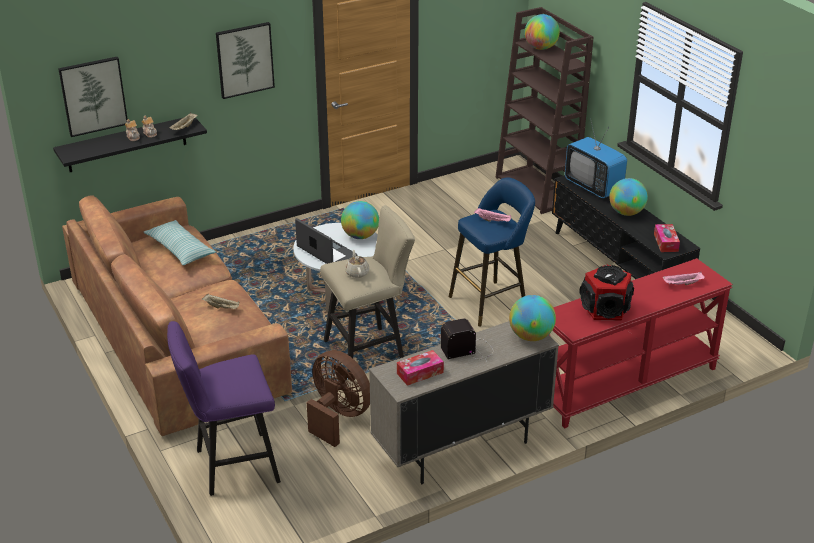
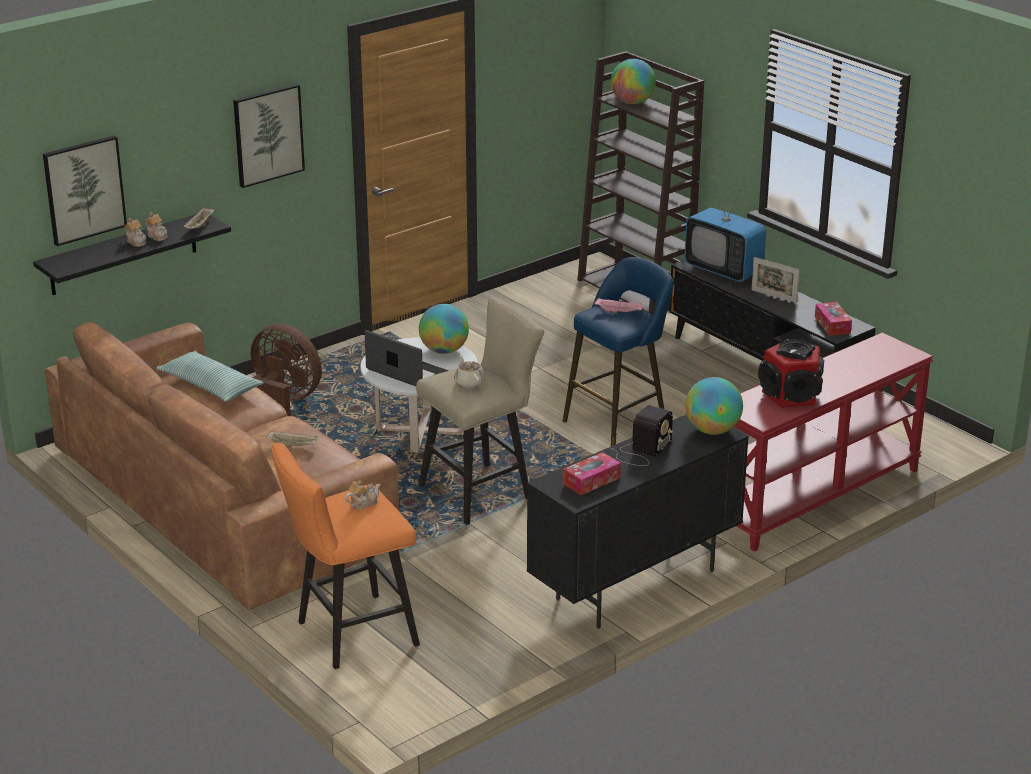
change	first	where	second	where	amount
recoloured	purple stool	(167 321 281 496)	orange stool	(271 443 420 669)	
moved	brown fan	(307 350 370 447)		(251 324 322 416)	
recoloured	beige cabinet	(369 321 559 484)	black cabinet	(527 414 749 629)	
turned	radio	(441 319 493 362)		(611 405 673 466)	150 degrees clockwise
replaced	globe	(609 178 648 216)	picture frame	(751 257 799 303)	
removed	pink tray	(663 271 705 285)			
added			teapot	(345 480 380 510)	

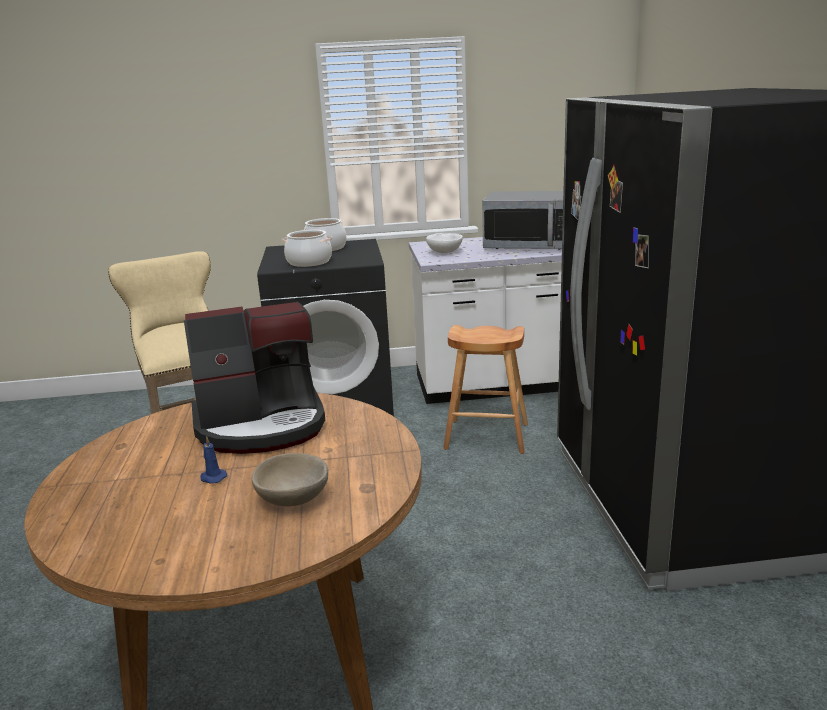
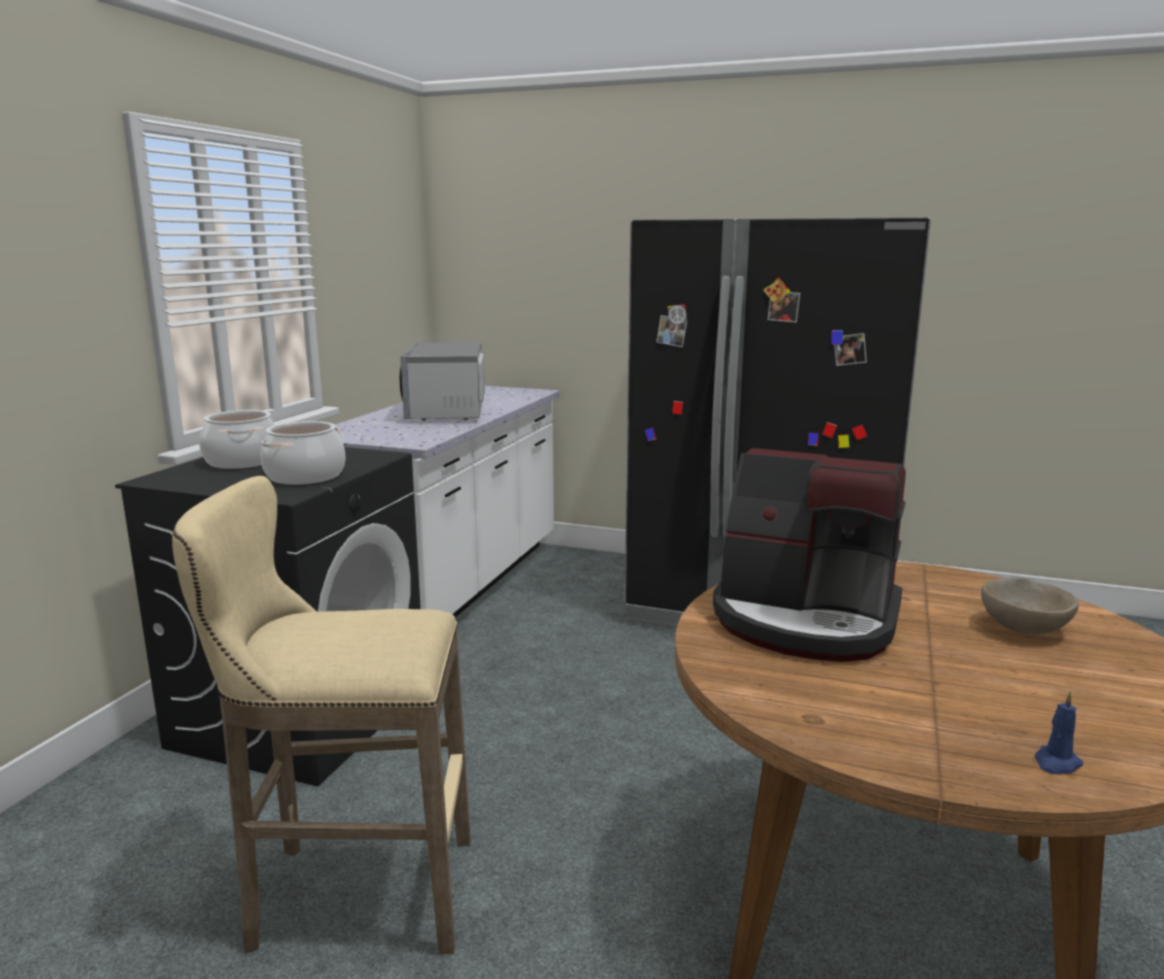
change	first	where	second	where	amount
turned	coffee machine	(184 302 325 454)		(713 448 906 662)	105 degrees clockwise
moved	blue candle	(200 436 227 484)		(1035 692 1084 774)	
removed	white bowl	(426 233 463 253)			
removed	brown stool	(443 325 528 454)			
turned	microwave	(482 191 563 250)		(400 342 485 421)	135 degrees clockwise

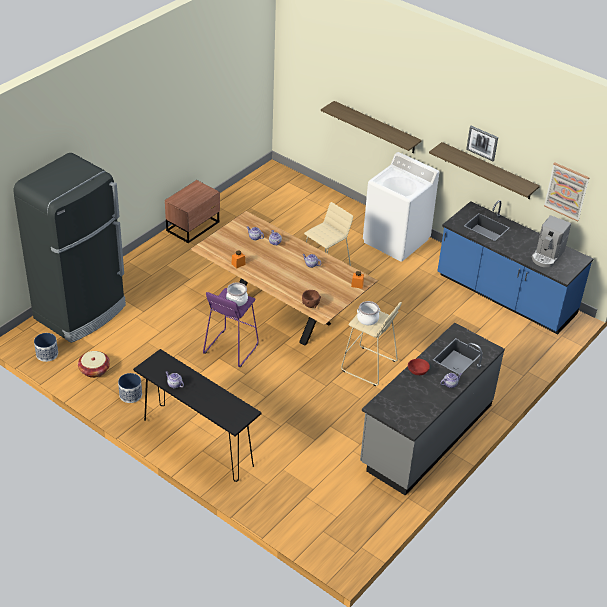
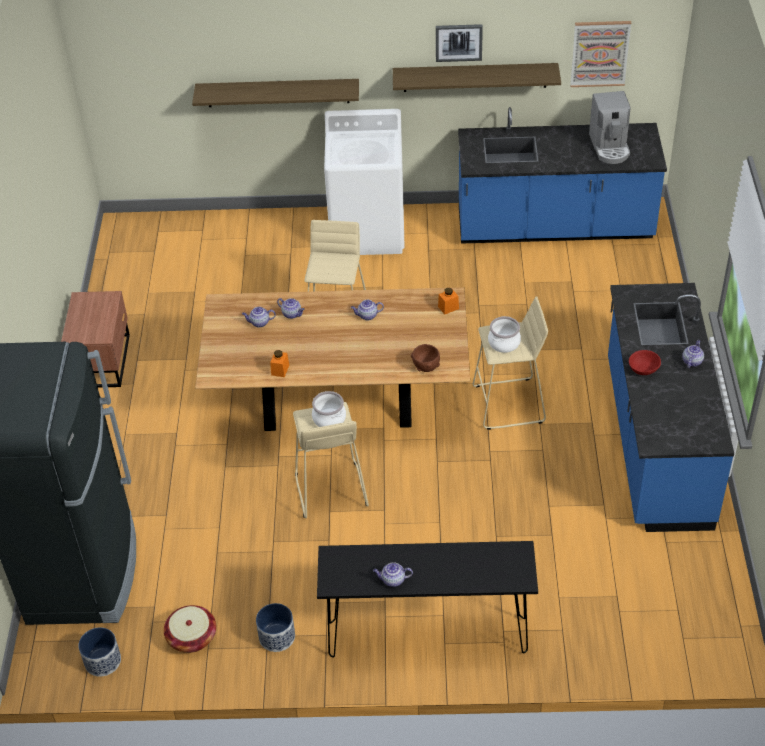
change	first	where	second	where	amount
recoloured	purple stool	(203 288 259 367)	beige stool	(293 402 369 518)	
recoloured	grey counter	(360 322 505 496)	blue counter	(608 283 734 532)	

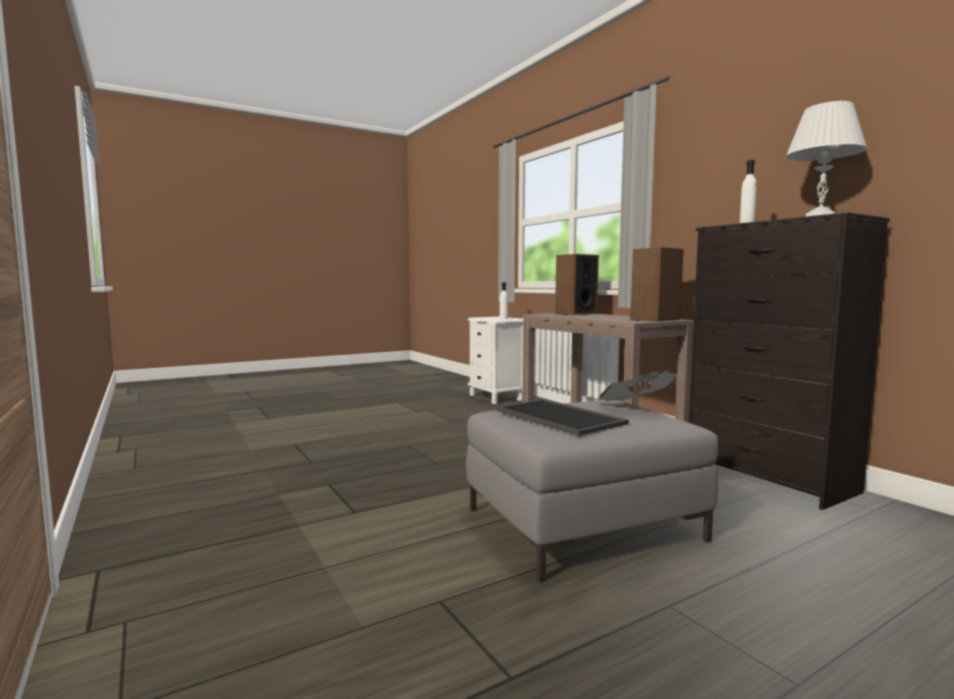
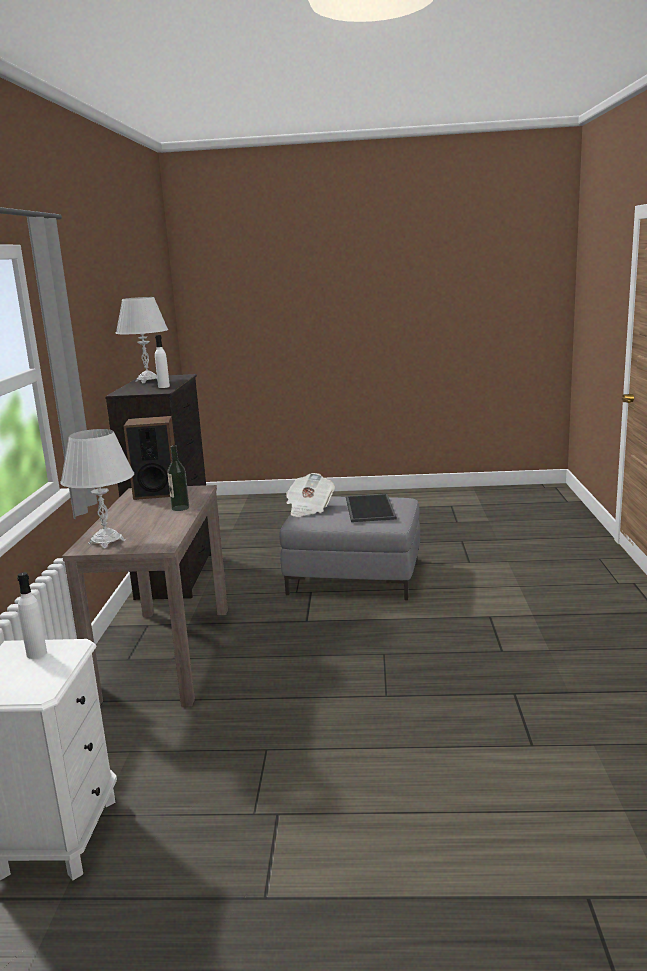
change	first	where	second	where	amount
replaced	speaker	(555 254 599 315)	white table lamp	(60 429 134 549)	
added			bottle	(167 445 189 511)	

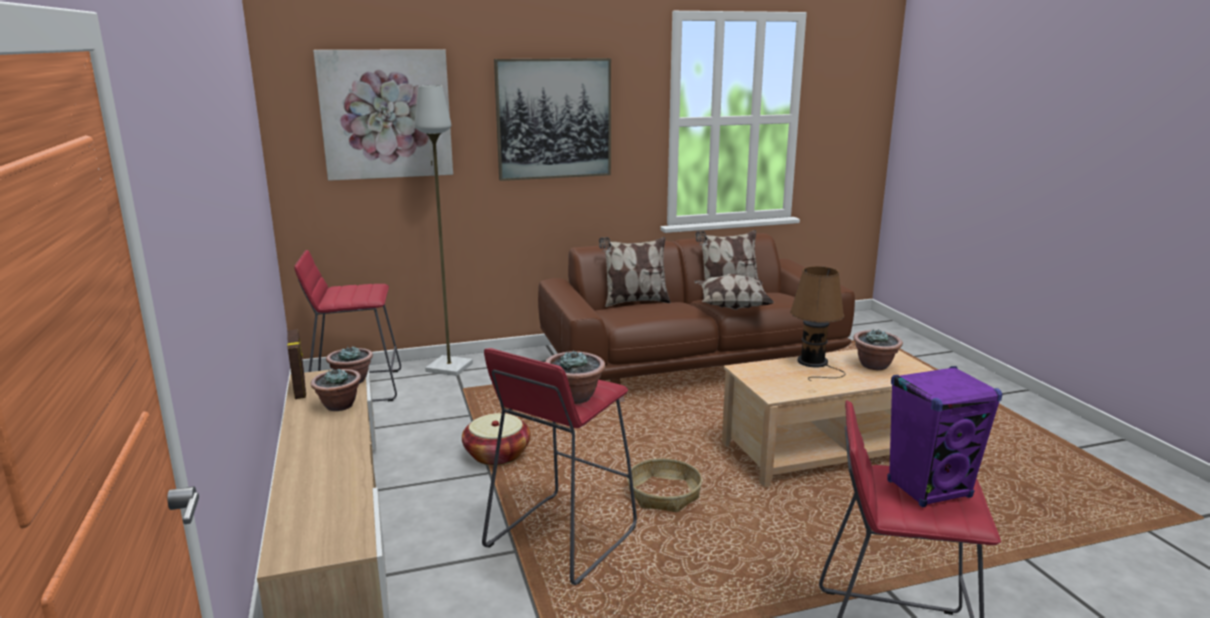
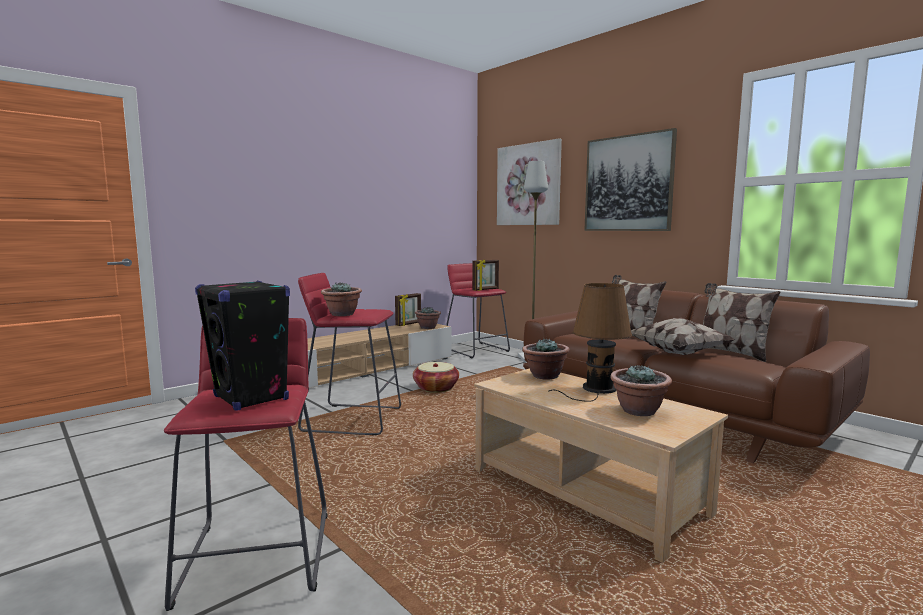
change	first	where	second	where	amount
moved	potted plant	(311 368 361 411)		(522 338 570 379)	
removed	basket	(627 458 702 512)			
recoloured	purple speaker	(887 366 1003 507)	black speaker	(195 281 290 411)	
added			picture frame	(472 259 499 291)	

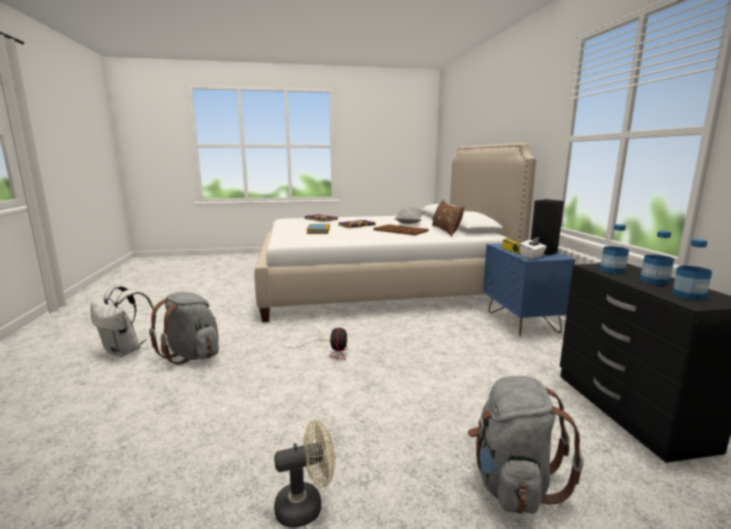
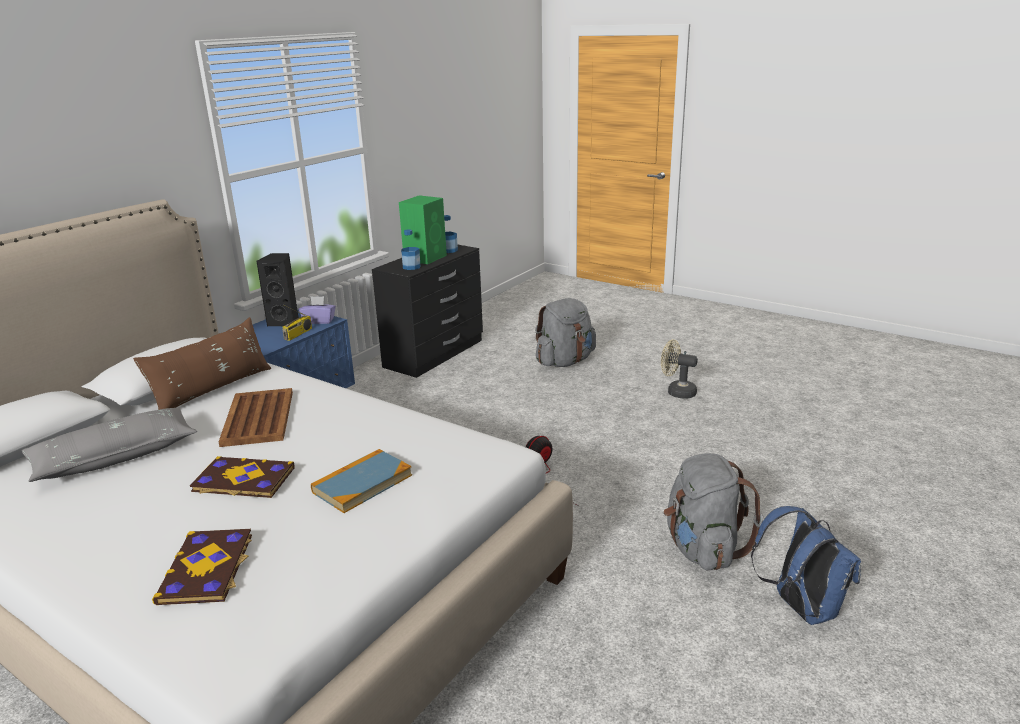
change	first	where	second	where	amount
recoloured	white backpack	(91 286 156 357)	blue backpack	(751 506 861 625)	
recoloured	white tissue box	(520 237 547 259)	purple tissue box	(299 296 336 324)	
replaced	bottle	(640 231 674 285)	green speaker	(399 195 447 264)	

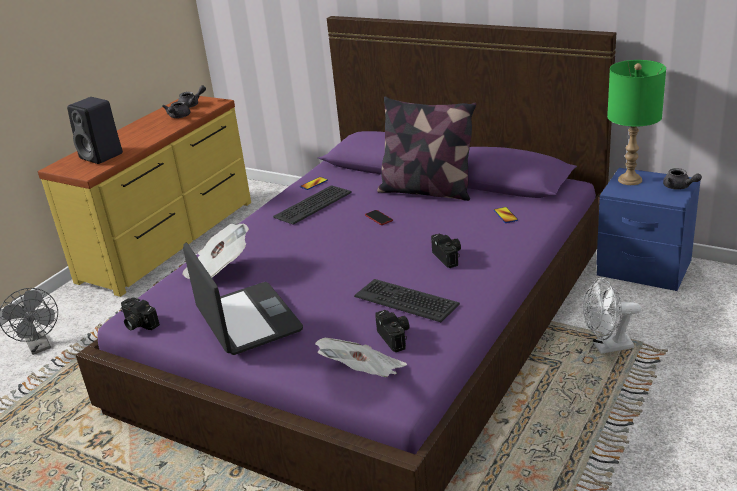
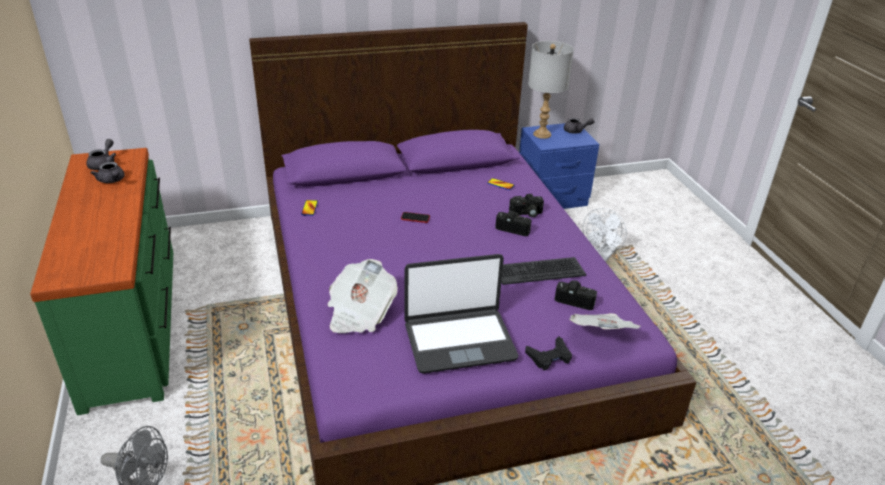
change	first	where	second	where	amount
recoloured	yellow dresser	(38 96 251 297)	green dresser	(30 148 173 415)	
removed	black speaker	(67 97 123 164)			
moved	photo camera	(121 297 160 330)		(509 194 544 218)	
turned	laptop	(183 243 303 355)		(405 254 518 373)	150 degrees clockwise
removed	keyboard	(273 185 352 225)			
removed	pillow	(377 96 476 201)			
recoloured	green table lamp	(607 60 666 185)	grey table lamp	(528 41 574 139)	
added			black game controller	(525 337 572 370)	

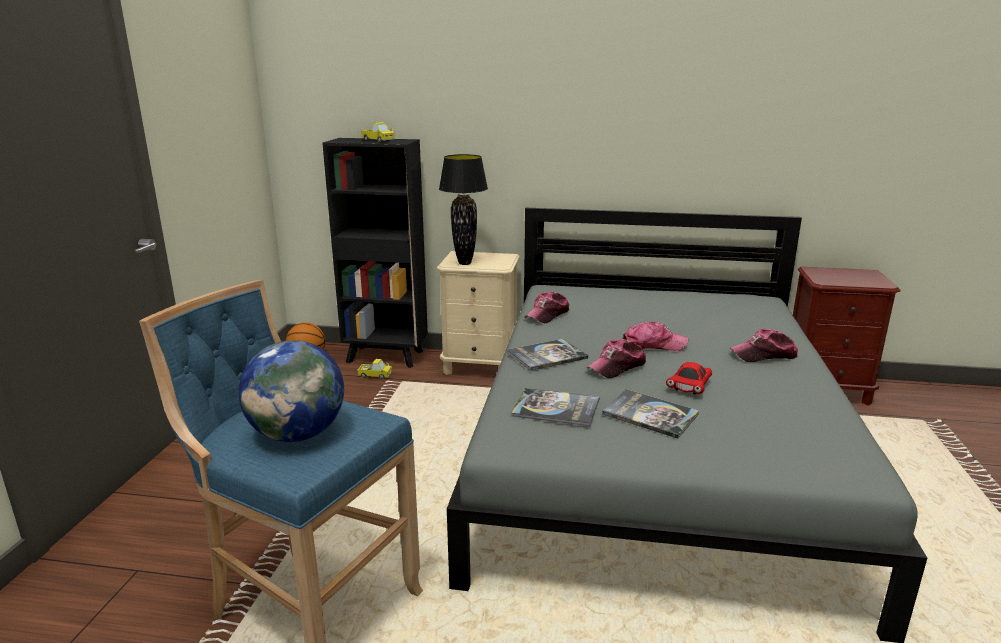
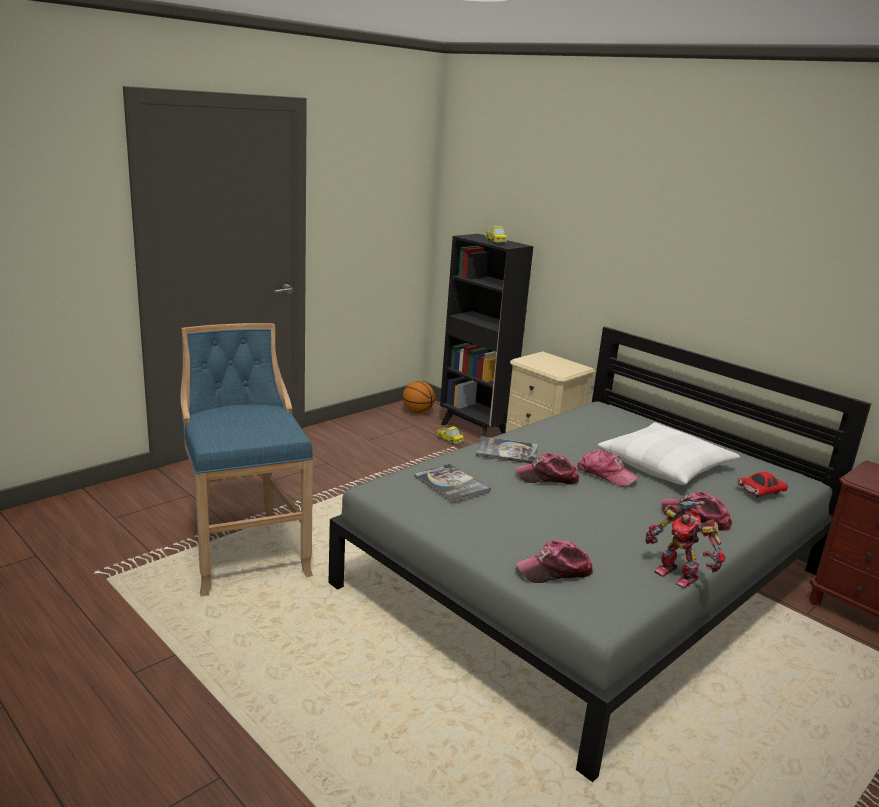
change	first	where	second	where	amount
removed	globe	(239 340 344 442)			
removed	black table lamp	(439 154 488 265)			
moved	cap	(525 291 569 323)		(516 540 593 583)	
removed	book	(602 389 699 439)			
moved	red toy car	(666 362 712 395)		(737 472 788 497)	
added			white pillow	(598 423 740 485)	
added			toy robot	(645 501 725 588)	

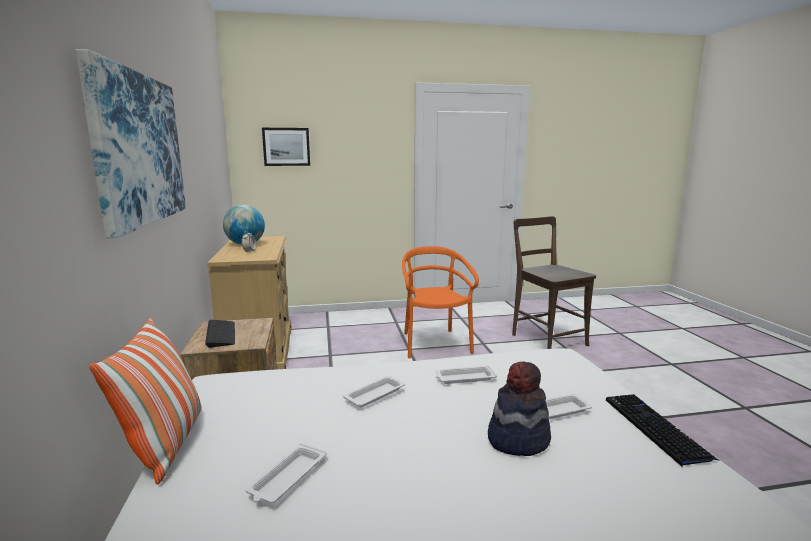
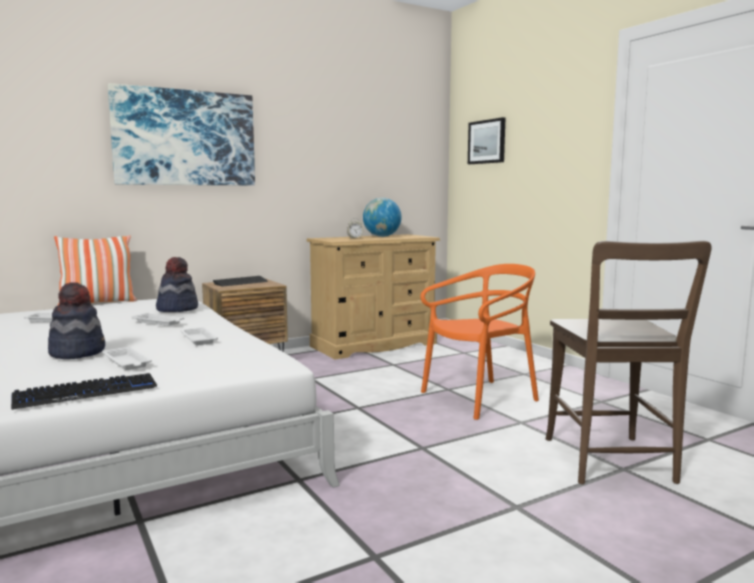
change	first	where	second	where	amount
turned	brown chair	(512 216 596 349)		(546 241 712 484)	135 degrees clockwise
added			hat	(156 257 198 312)	

